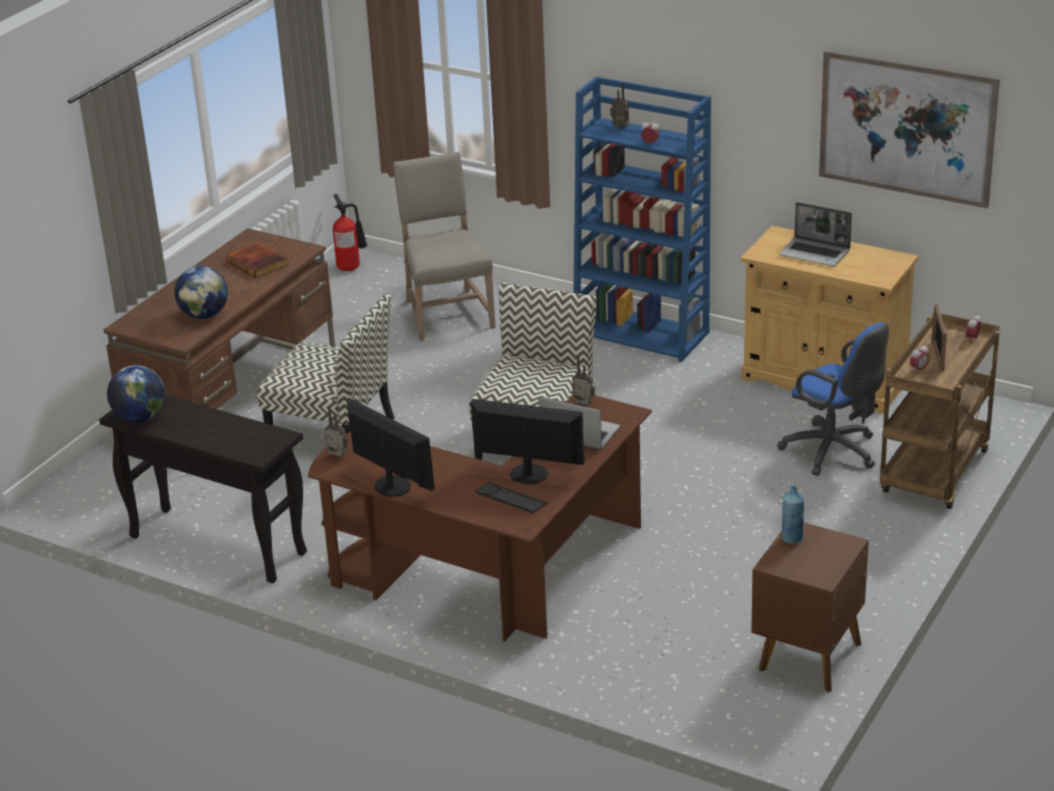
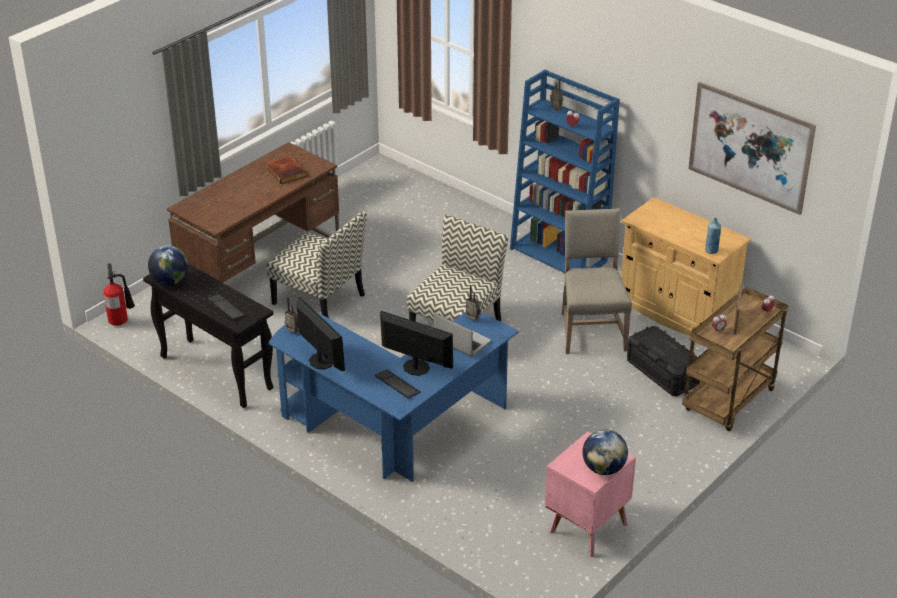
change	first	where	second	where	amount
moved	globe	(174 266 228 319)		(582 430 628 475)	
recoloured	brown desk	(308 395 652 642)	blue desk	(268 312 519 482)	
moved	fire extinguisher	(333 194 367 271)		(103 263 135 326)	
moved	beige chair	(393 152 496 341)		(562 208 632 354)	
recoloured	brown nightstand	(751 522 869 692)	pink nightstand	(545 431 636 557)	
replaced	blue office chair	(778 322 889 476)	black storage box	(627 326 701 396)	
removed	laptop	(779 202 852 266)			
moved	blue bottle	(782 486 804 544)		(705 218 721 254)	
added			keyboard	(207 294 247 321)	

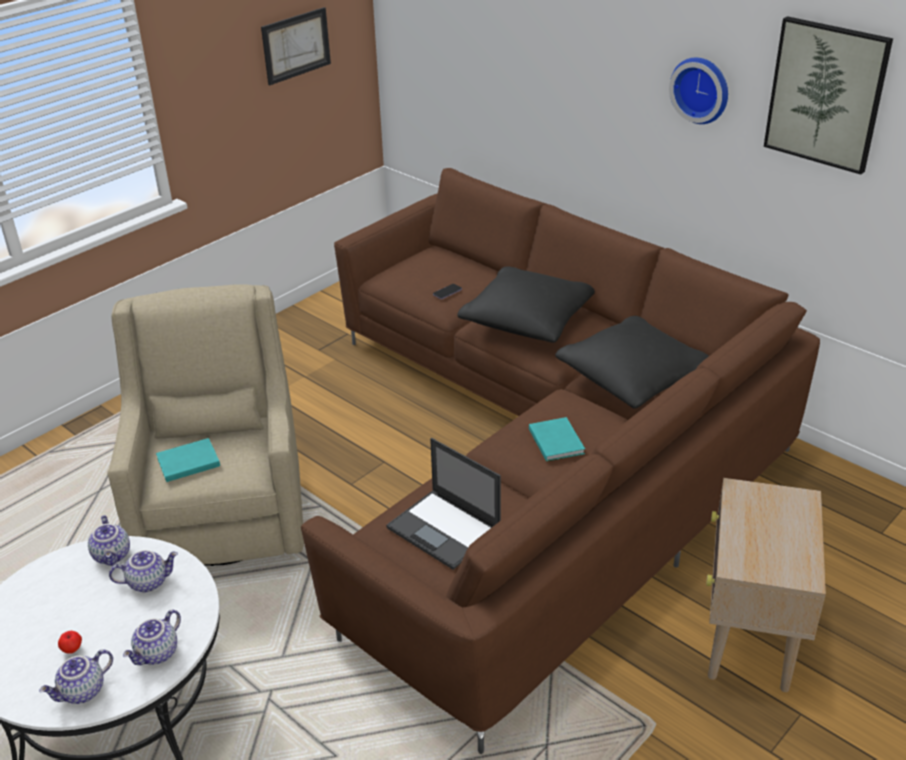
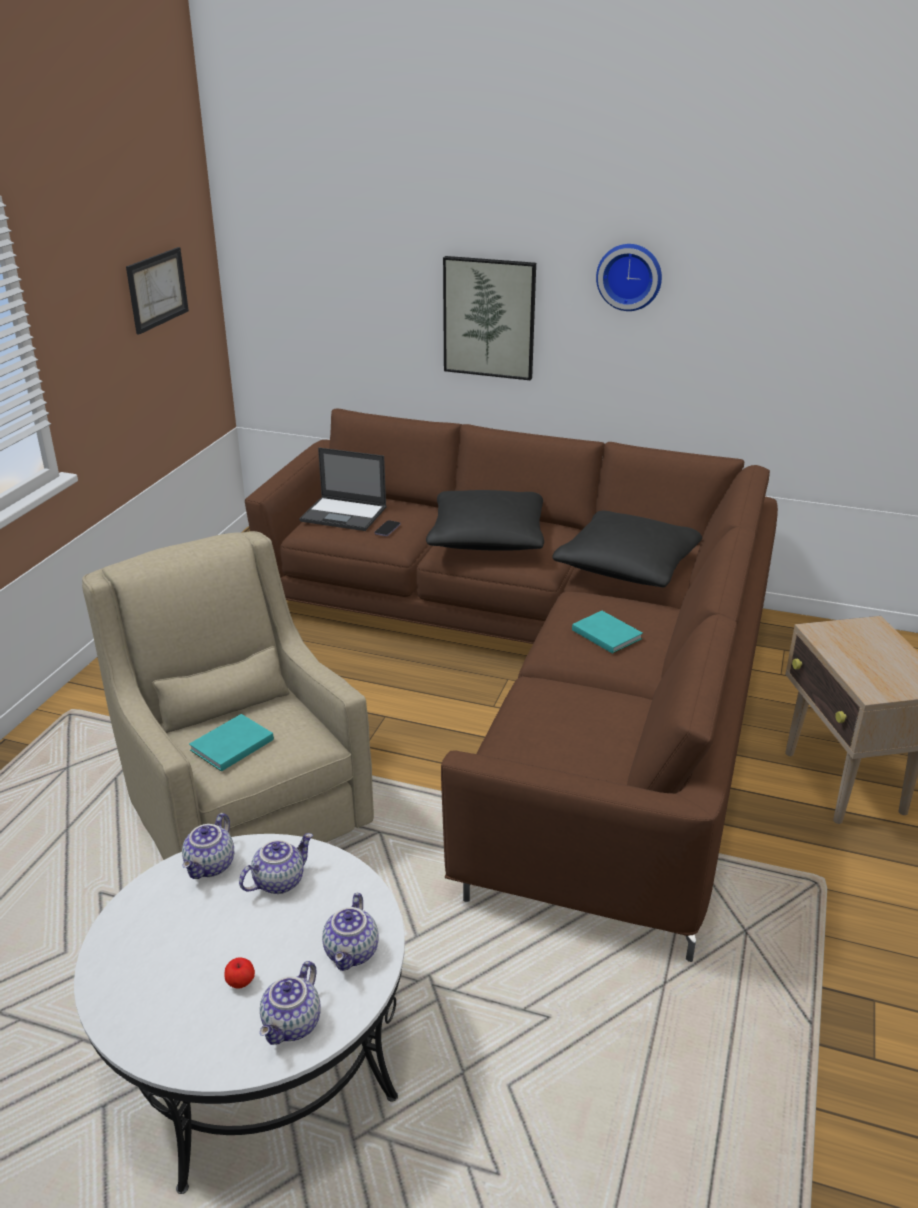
change	first	where	second	where	amount
turned	teapot	(88 515 130 566)		(182 813 234 879)	60 degrees clockwise
moved	laptop	(386 438 501 570)		(299 447 387 531)	
moved	picture	(764 16 893 175)		(443 256 536 380)	

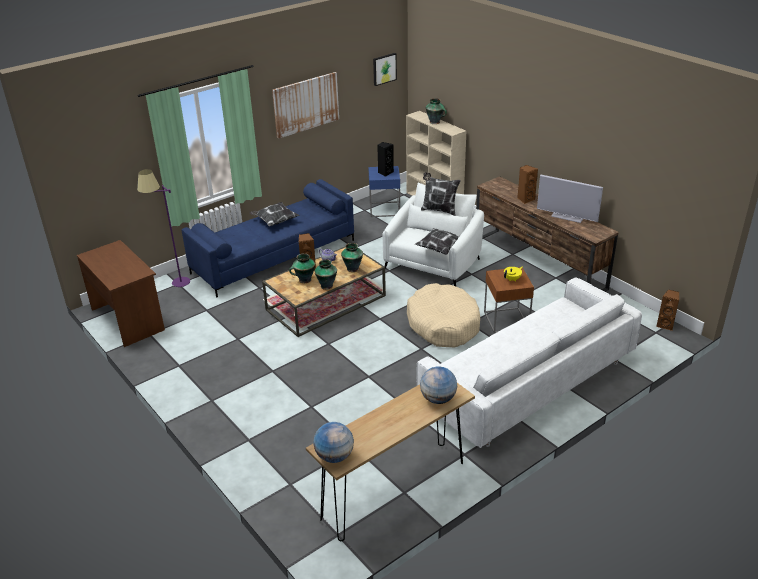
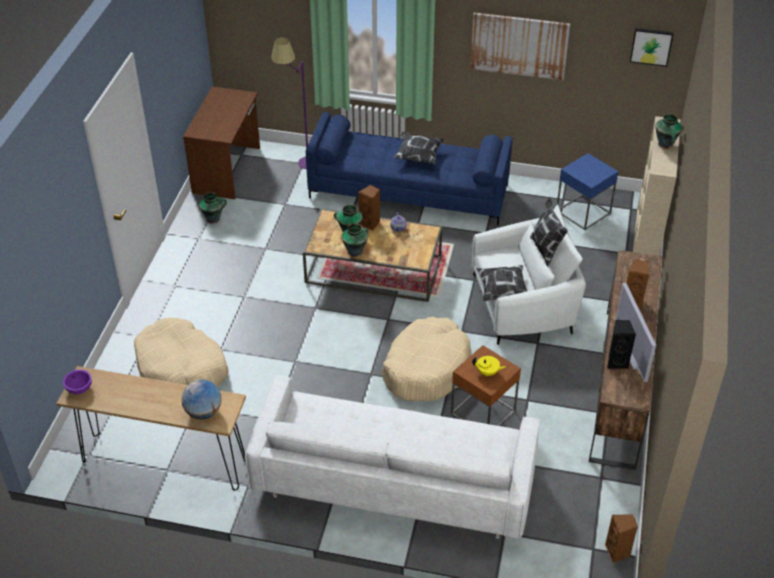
change	first	where	second	where	amount
replaced	globe	(313 422 354 463)	purple bowl	(63 370 92 394)	
moved	vase	(341 243 363 272)		(199 192 227 224)	
moved	black speaker	(377 142 394 177)		(607 320 636 369)	
added			beige dog bed	(134 318 229 387)	

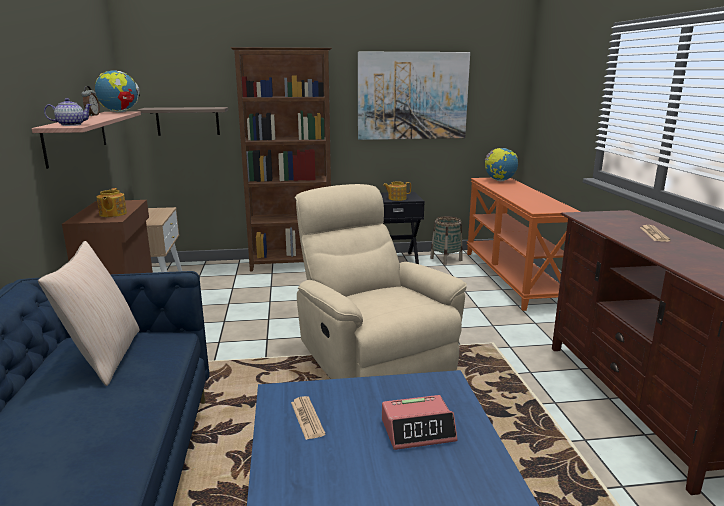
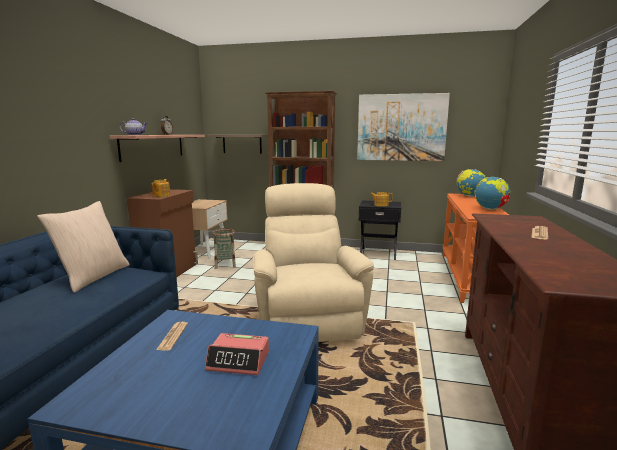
change	first	where	second	where	amount
moved	globe	(95 70 140 113)		(474 177 511 210)	
moved	basket	(430 217 462 265)		(212 228 236 269)	

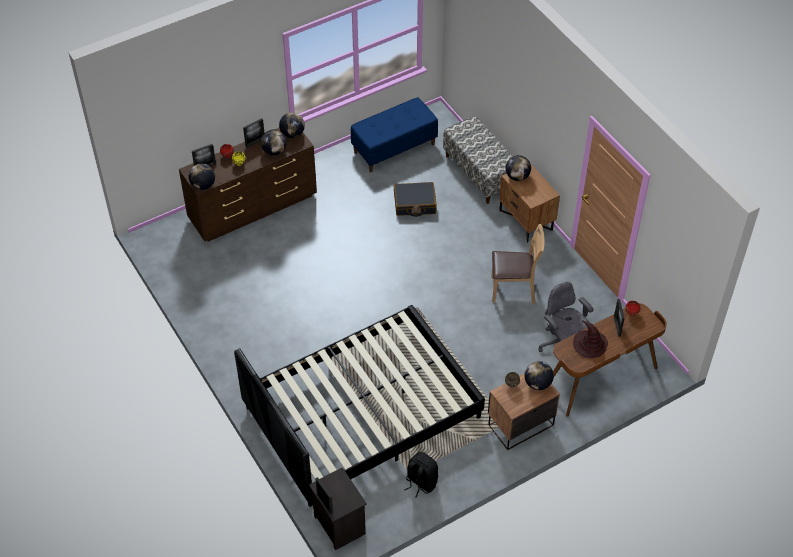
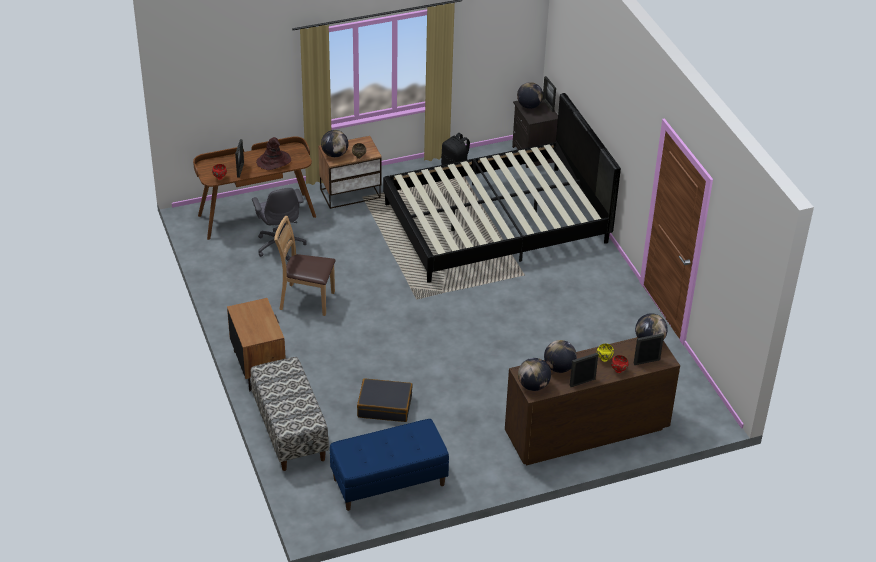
change	first	where	second	where	amount
moved	globe	(506 155 531 181)		(517 82 543 109)	

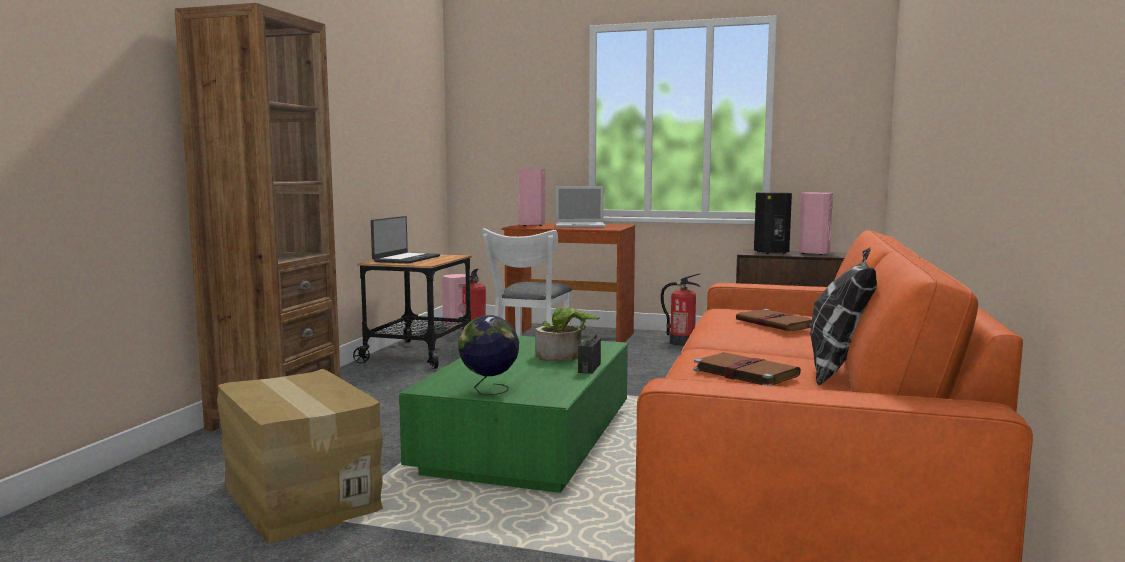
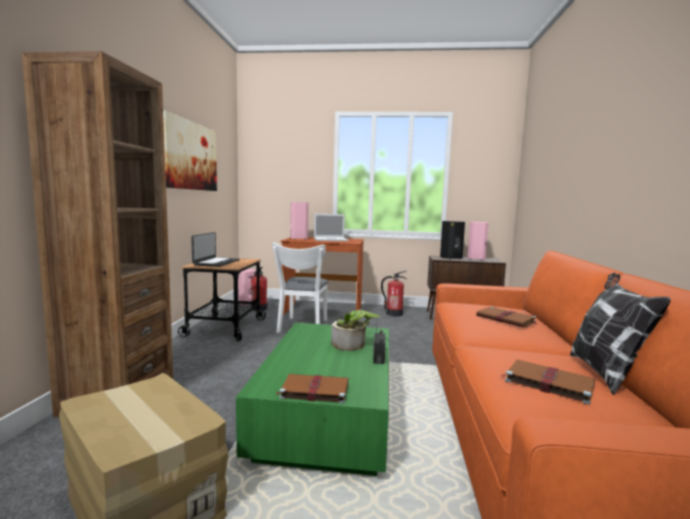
change	first	where	second	where	amount
replaced	globe	(459 315 519 395)	brown book	(277 374 348 404)	
added			picture	(163 110 217 191)	

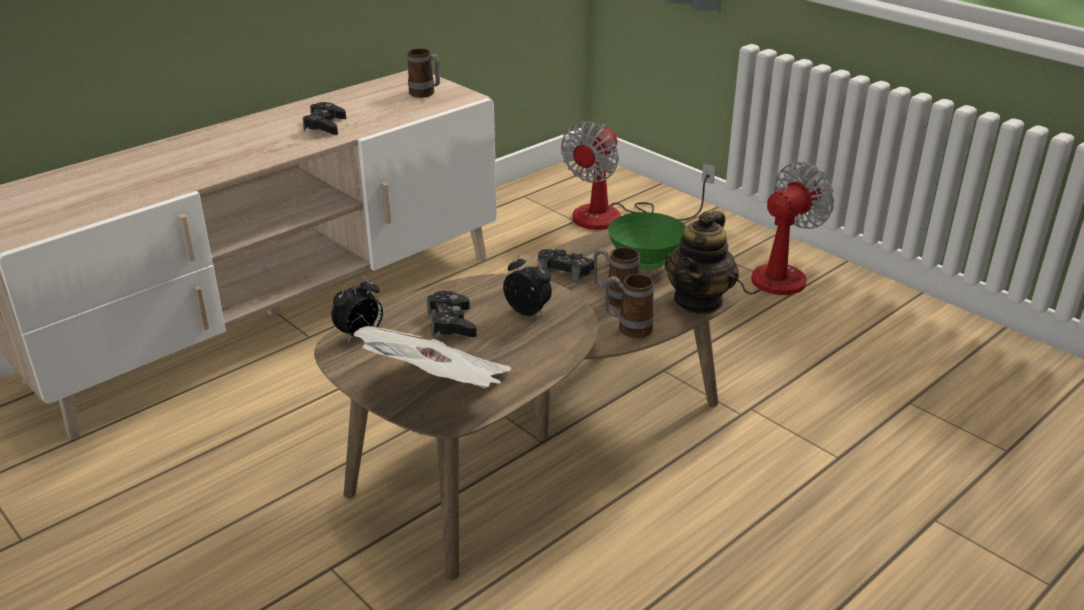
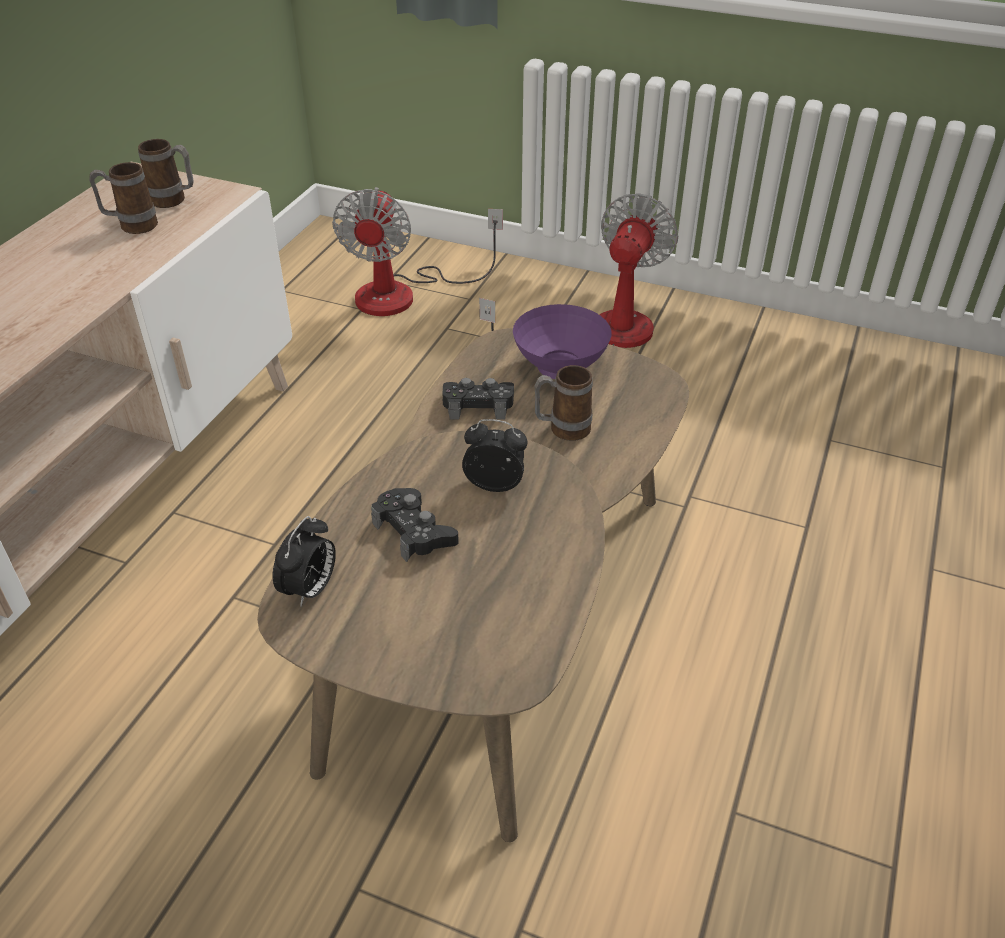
change	first	where	second	where	amount
removed	black game controller	(303 102 346 135)			
removed	newspaper	(354 326 511 388)			
moved	mug	(605 274 654 338)		(89 162 158 234)	
recoloured	green bowl	(608 212 686 270)	purple bowl	(513 304 611 379)	
removed	teapot	(664 211 739 314)			

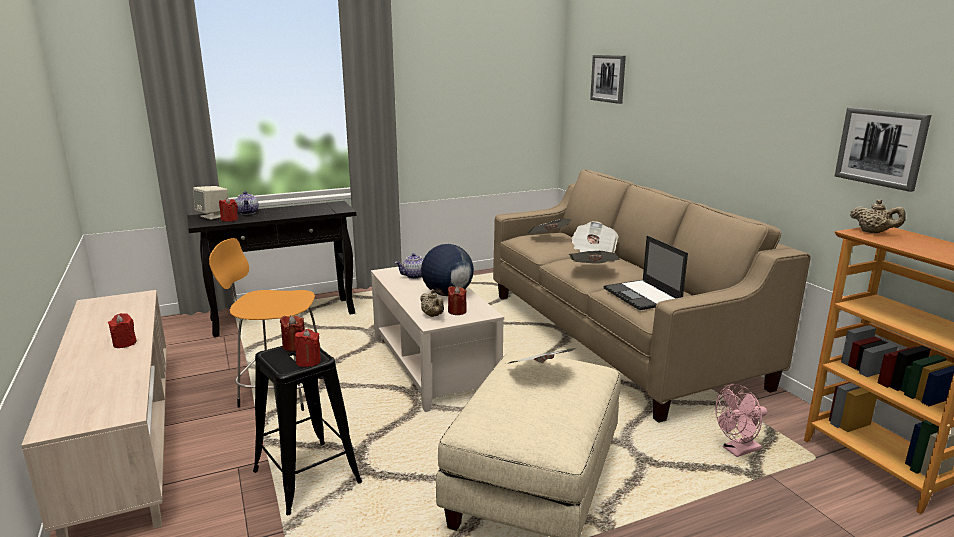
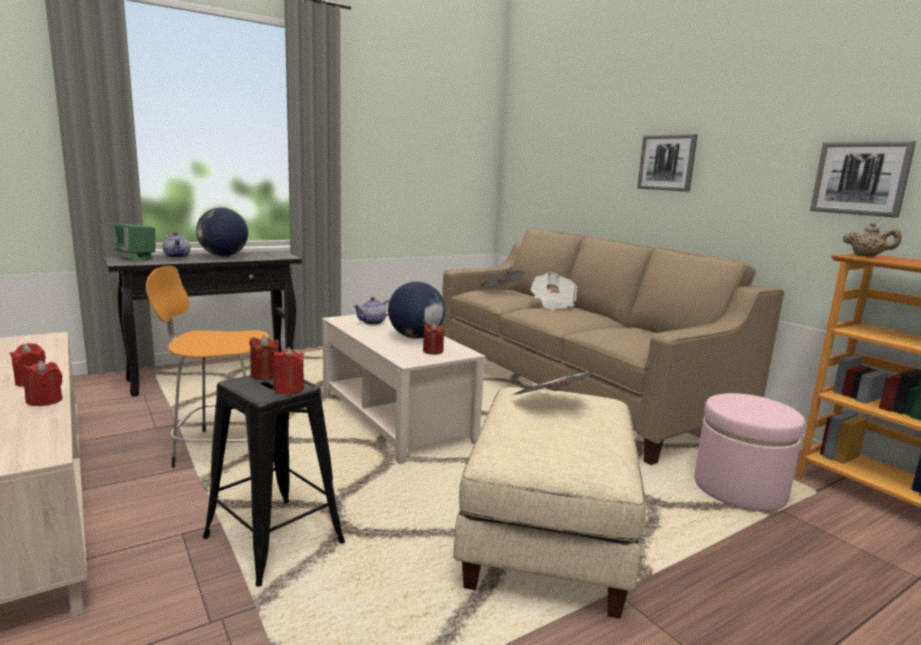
change	first	where	second	where	amount
recoloured	beige speaker	(193 186 228 220)	green speaker	(114 223 155 260)	
moved	red candle	(219 198 238 222)		(22 360 63 406)	
removed	beige teapot	(420 289 444 317)			
removed	newspaper	(569 251 619 263)			
moved	picture	(590 55 626 104)		(637 134 698 192)	
removed	laptop	(604 236 688 310)			
replaced	pink fan	(715 384 767 457)	pink ottoman	(695 393 805 511)	
added			globe	(196 208 248 256)	

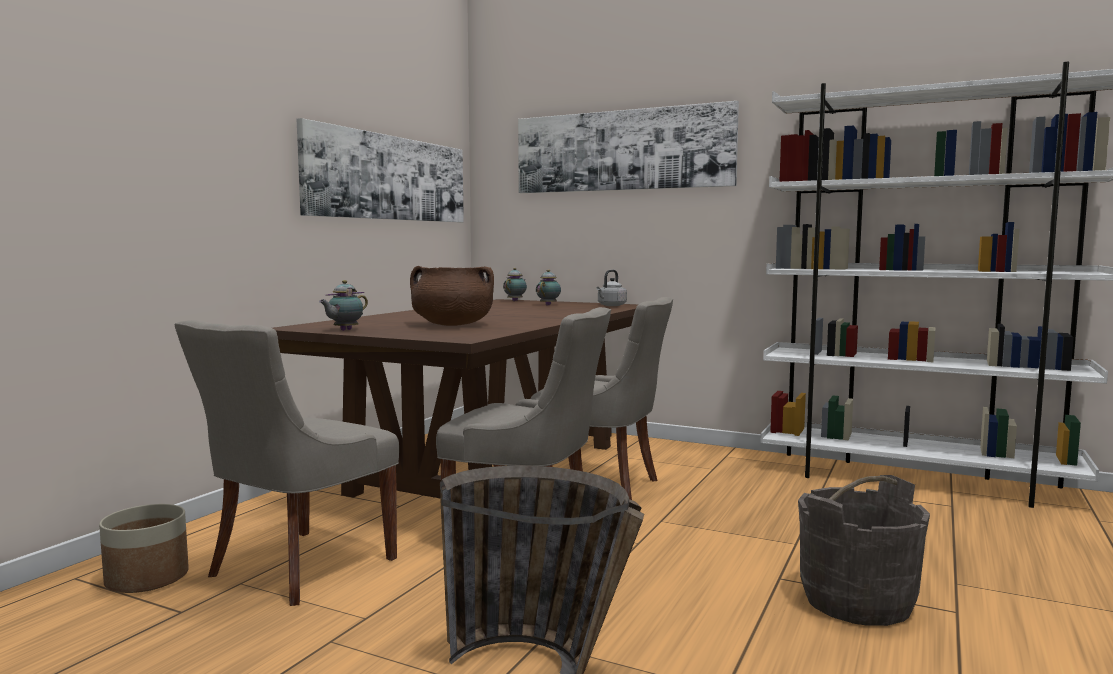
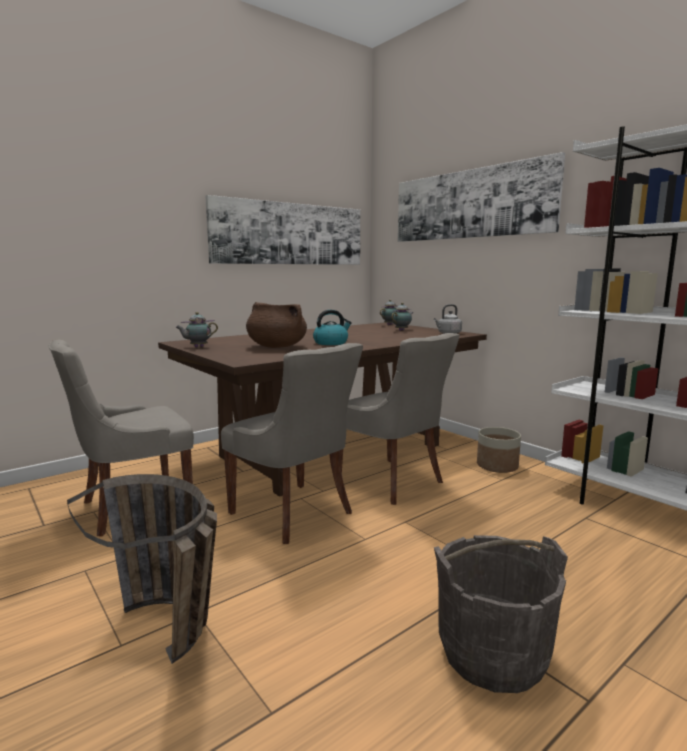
change	first	where	second	where	amount
moved	planter	(99 504 189 593)		(477 427 521 473)	
added			kettle	(313 310 352 345)	

